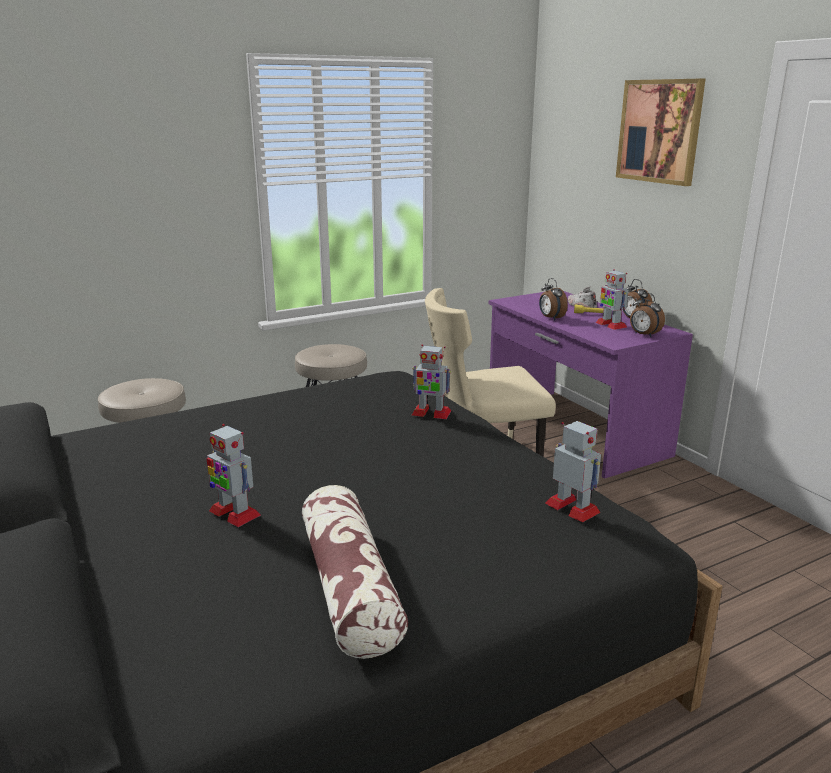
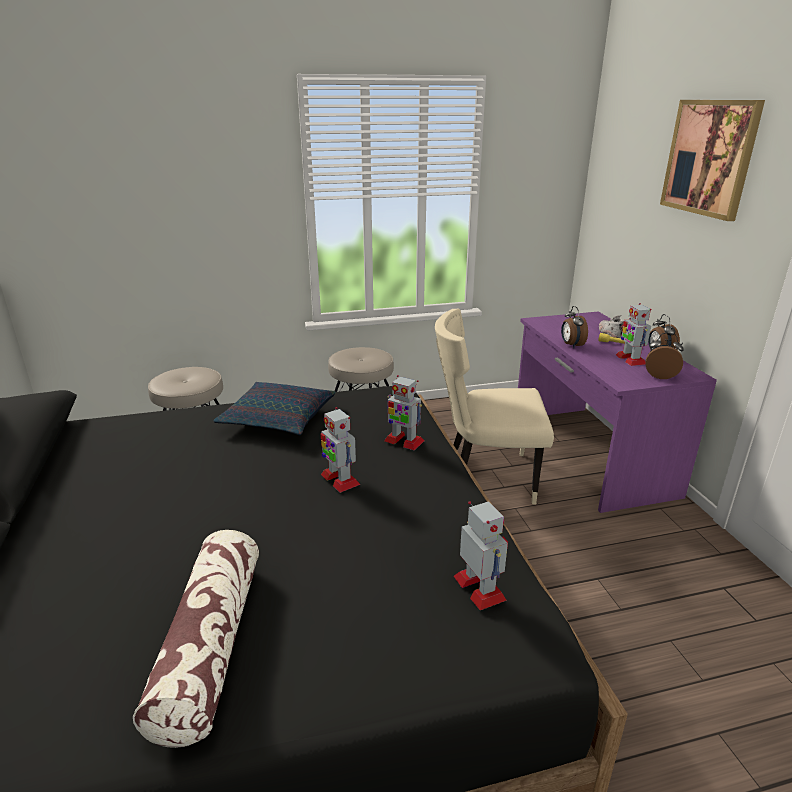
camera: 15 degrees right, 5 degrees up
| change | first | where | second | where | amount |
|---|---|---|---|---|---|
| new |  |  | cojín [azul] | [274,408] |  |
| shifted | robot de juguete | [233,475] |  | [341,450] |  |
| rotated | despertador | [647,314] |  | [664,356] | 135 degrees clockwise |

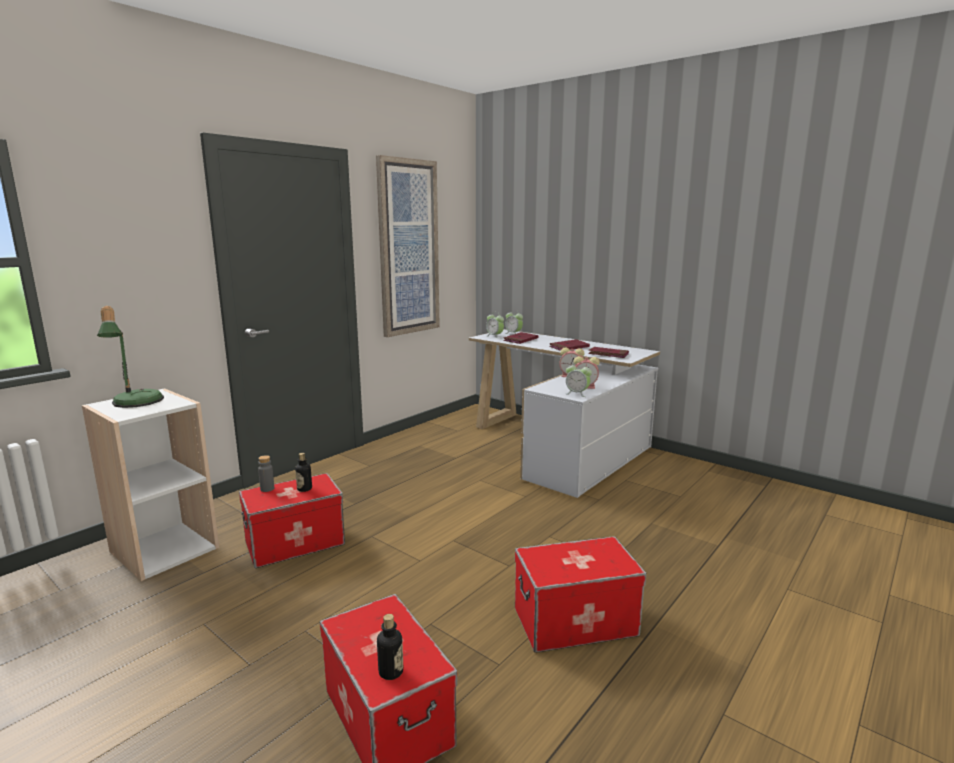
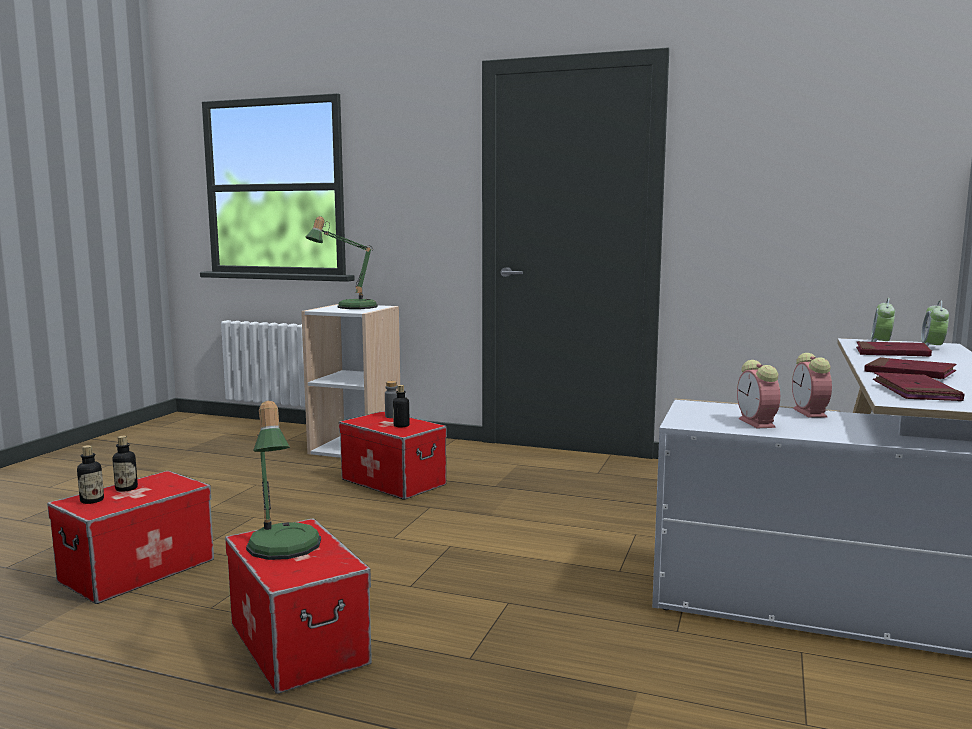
camera: 70 degrees right, 5 degrees down
| change | first | where | second | where | amount |
|---|---|---|---|---|---|
| new |  |  | botella | [125,464] |  |
| new |  |  | lámpara de mesa | [283,480] |  |
| gone | cuadro | [408,246] |  |  |  |
| gone | despertador | [579,379] |  |  |  |

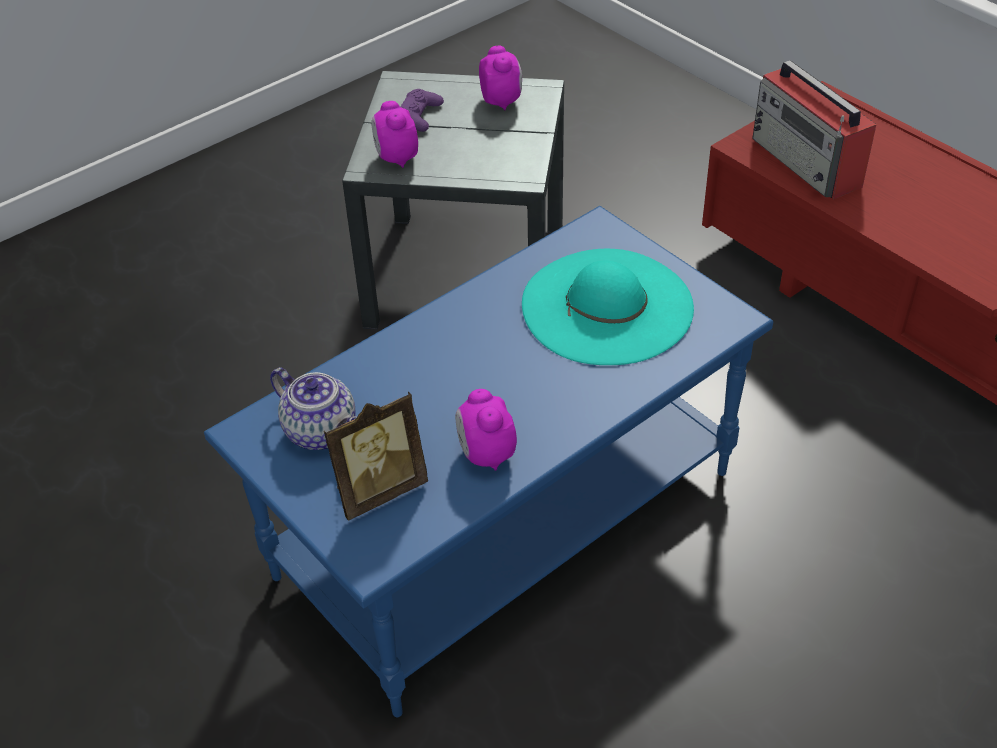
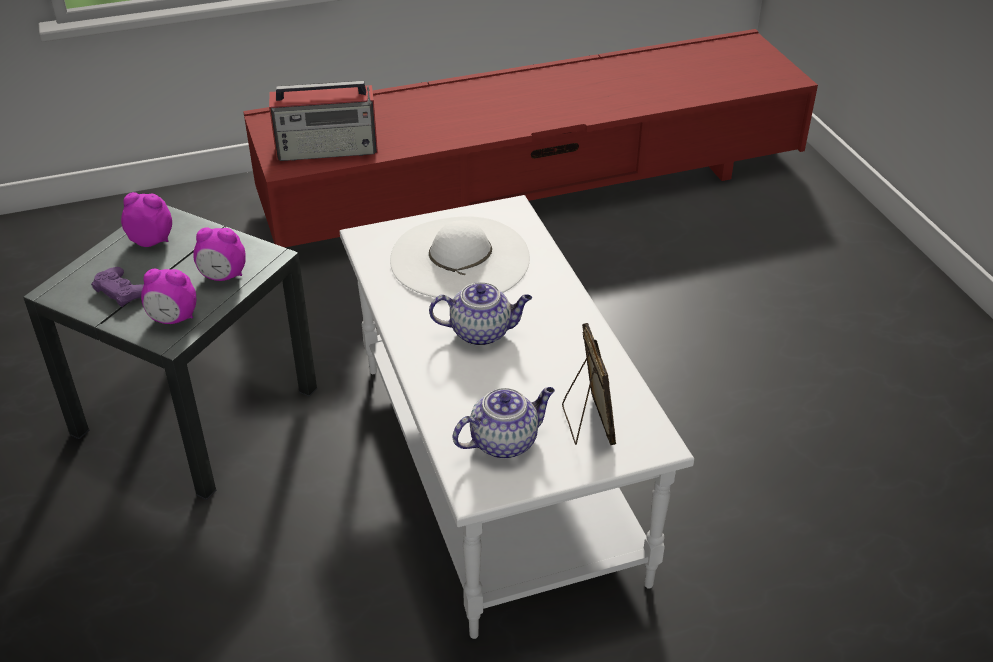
camera: 70 degrees left, 5 degrees down
| change | first | where | second | where | amount |
|---|---|---|---|---|---|
| shifted | despertador | [486,430] |  | [219,254] |  |
| repainted | mesa de centro [azul] | [488,461] | mesa de centro [blanco] | [517,417] |  |
| repainted | sombrero [turquesa] | [608,307] | sombrero [blanco] | [460,257] |  |
| new |  |  | tetera | [480,314] |  |

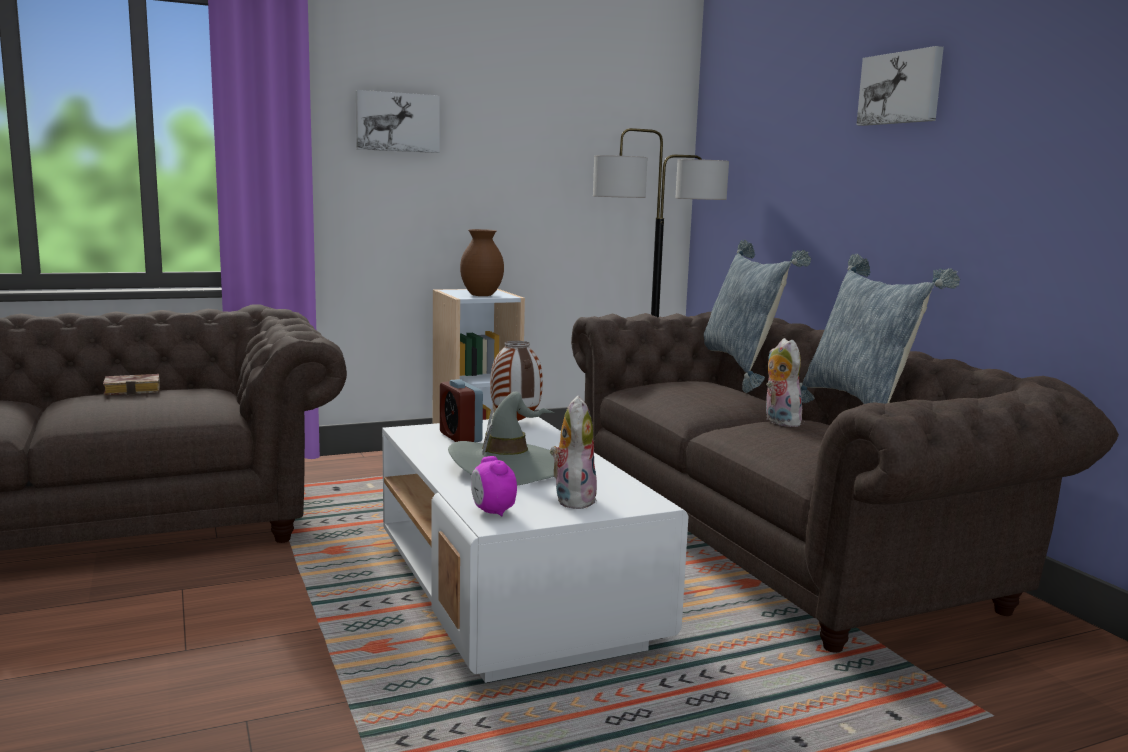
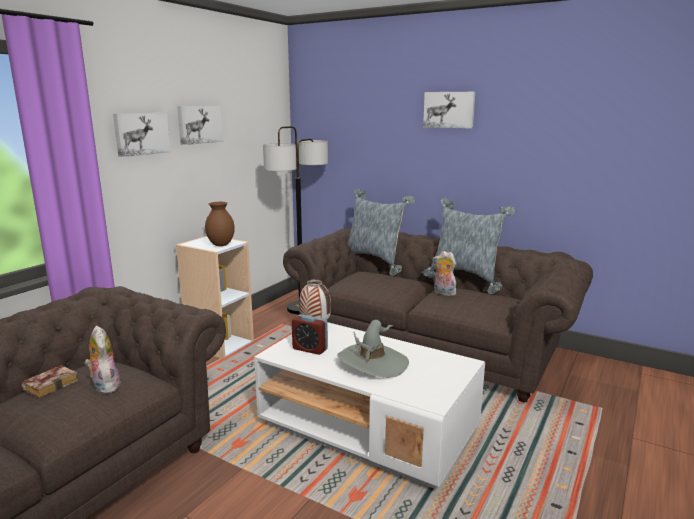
camera: 35 degrees left, 5 degrees up
| change | first | where | second | where | amount |
|---|---|---|---|---|---|
| shifted | peluche | [573,452] |  | [103,359] |  |
| new |  |  | cuadro | [200,125] |  |
| gone | despertador | [494,486] |  |  |  |

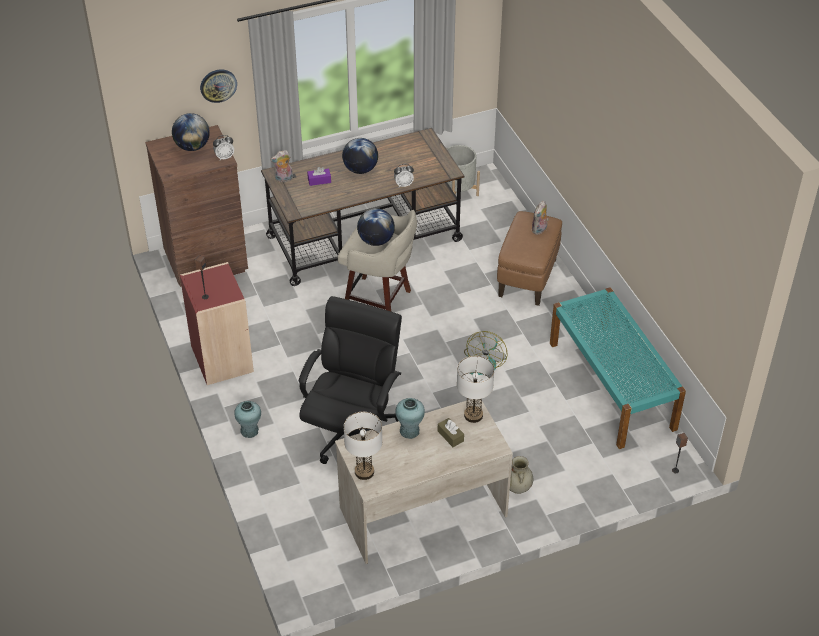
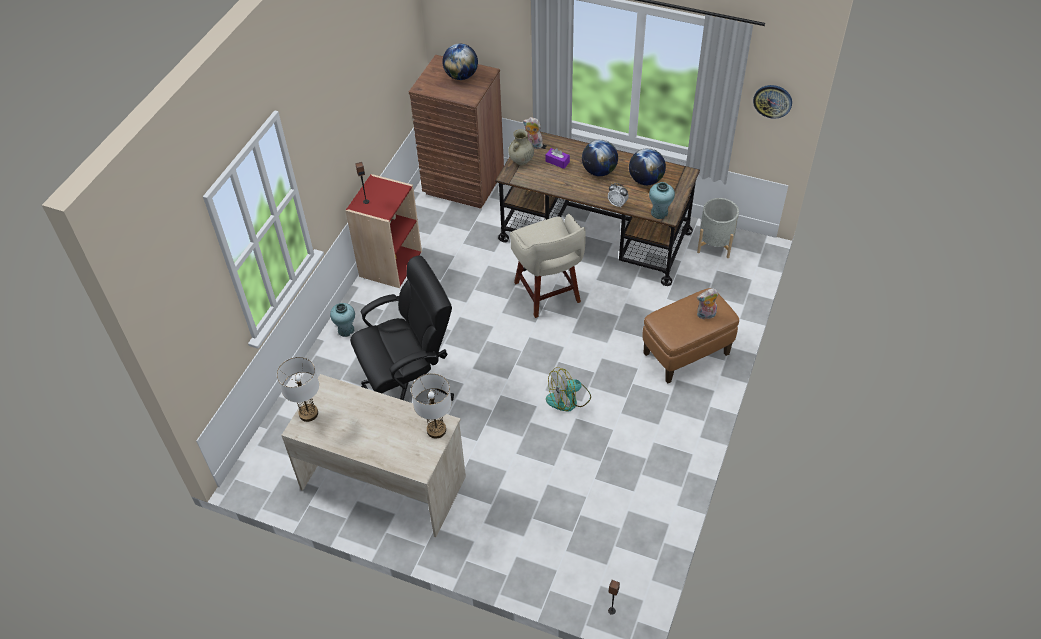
camera: 45 degrees right, 5 degrees up
| change | first | where | second | where | amount |
|---|---|---|---|---|---|
| shifted | florero [beis] | [521,475] |  | [521,147] |  |
| shifted | globo terráqueo | [376,227] |  | [647,166] |  |
| shifted | florero [turquesa] | [410,418] |  | [662,200] |  |
| shifted | reloj de pared | [218,86] |  | [772,102] |  |
| gone | despertador | [223,147] |  |  |  |
| gone | caja de pañuelos [marrón] | [451,432] |  |  |  |
| gone | banco [turquesa] | [618,368] |  |  |  |

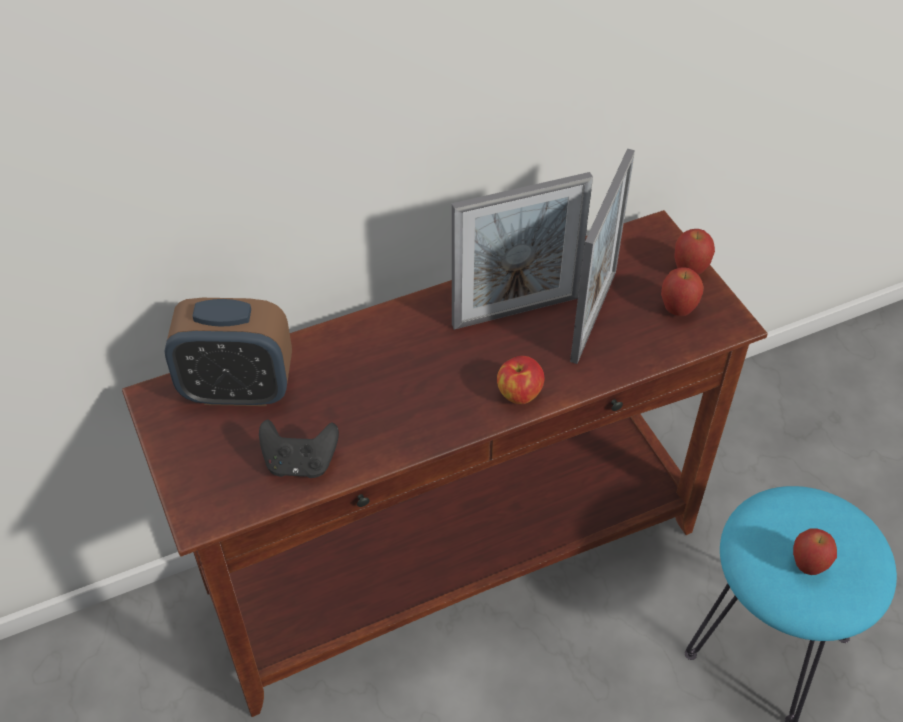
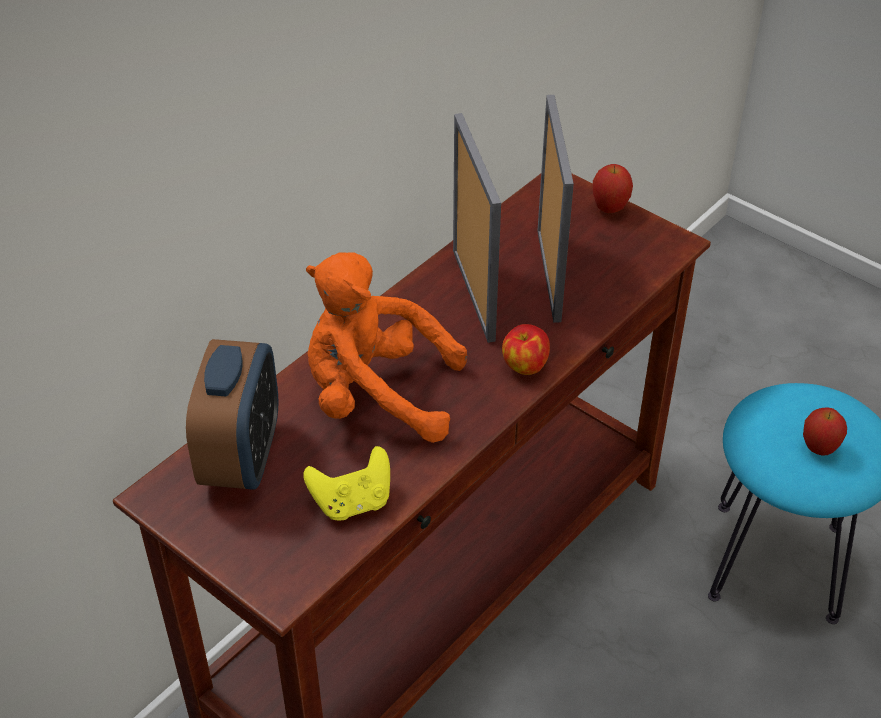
camera: 25 degrees left, 5 degrees down
| change | first | where | second | where | amount |
|---|---|---|---|---|---|
| rotated | despertador | [228,352] |  | [232,414] | 60 degrees counterclockwise |
| repainted | mando de consola [negro] | [299,448] | mando de consola [amarillo] | [346,483] |  |
| new |  |  | peluche [naranja] | [386,347] |  |
| rotated | portarretratos | [522,251] |  | [477,228] | 60 degrees counterclockwise |
| gone | manzana | [682,291] |  |  |  |

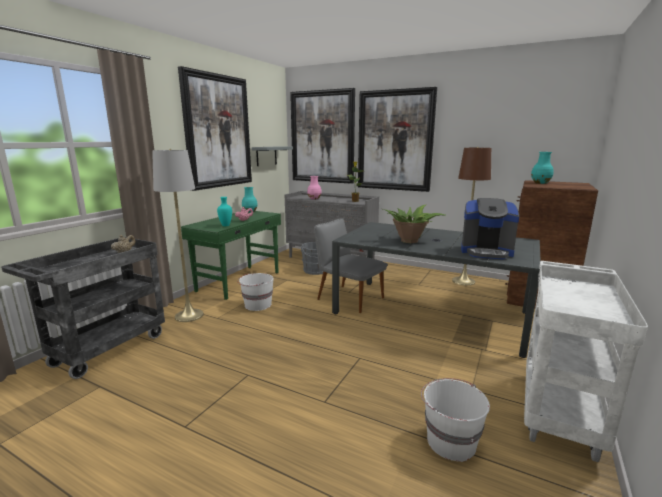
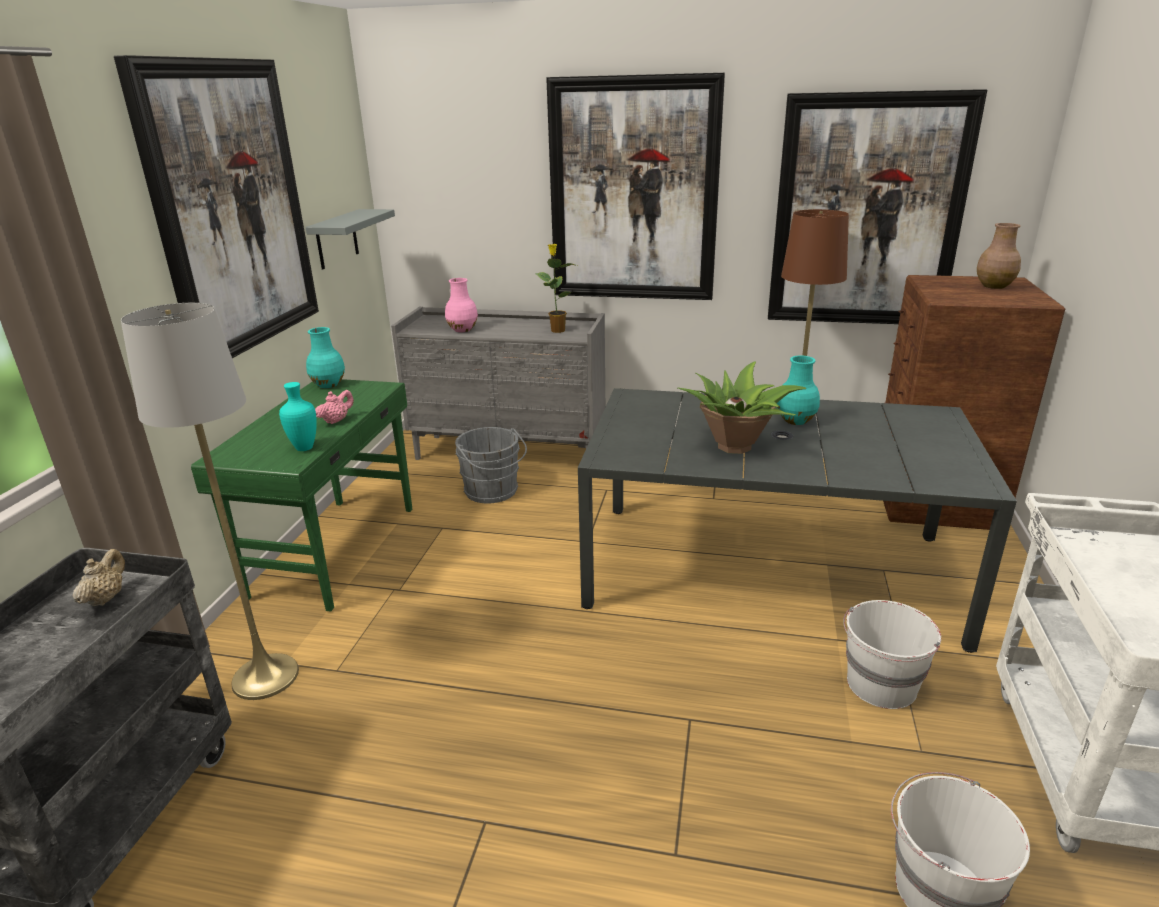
camera: 15 degrees left, 10 degrees up
| change | first | where | second | where | amount |
|---|---|---|---|---|---|
| shifted | cuadro | [322,136] |  | [877,206] |  |
| shifted | florero [turquesa] | [542,168] |  | [798,390] |  |
| shifted | cubo [blanco] | [255,292] |  | [892,654] |  |
| new |  |  | florero [marrón] | [999,256] |  |
| gone | silla [gris] | [351,265] |  |  |  |
| gone | cafetera | [490,228] |  |  |  |

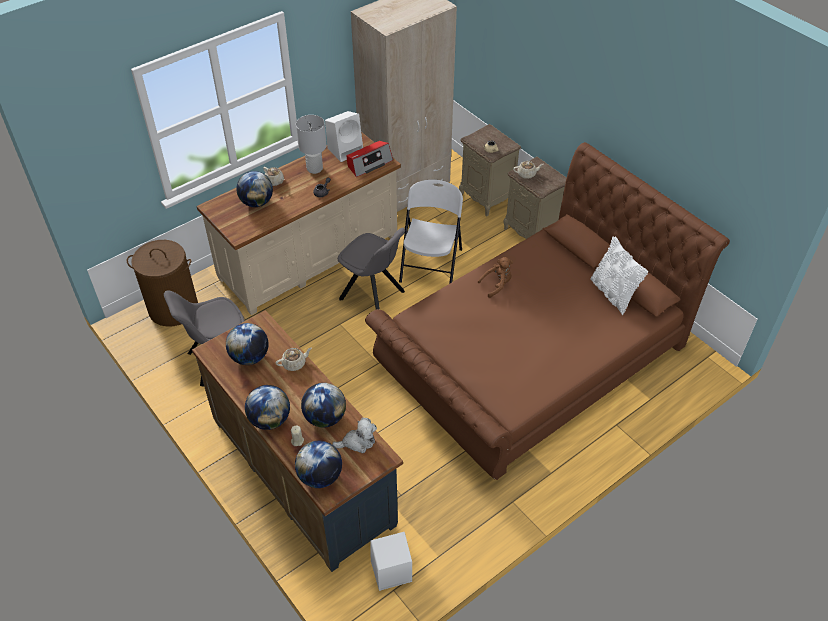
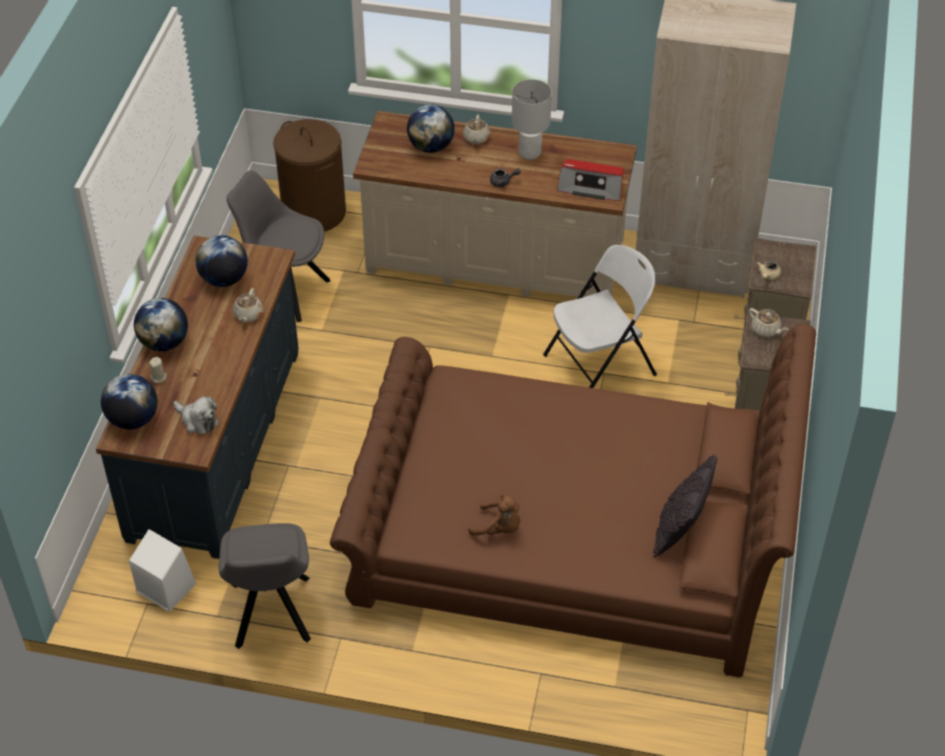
camera: 50 degrees right, 0 degrees up
| change | first | where | second | where | amount |
|---|---|---|---|---|---|
| shifted | silla [gris] | [371,269] |  | [264,586] |  |
| rotated | tetera [beis] | [293,359] |  | [248,305] | 75 degrees clockwise |
| shifted | peluche [marrón] | [495,277] |  | [494,514] |  |
| repainted | cojín [blanco] | [619,275] | cojín [negro] | [685,506] |  |
| gone | globo terráqueo | [323,405] |  |  |  |
| gone | altavoz [blanco] | [344,136] |  |  |  |

